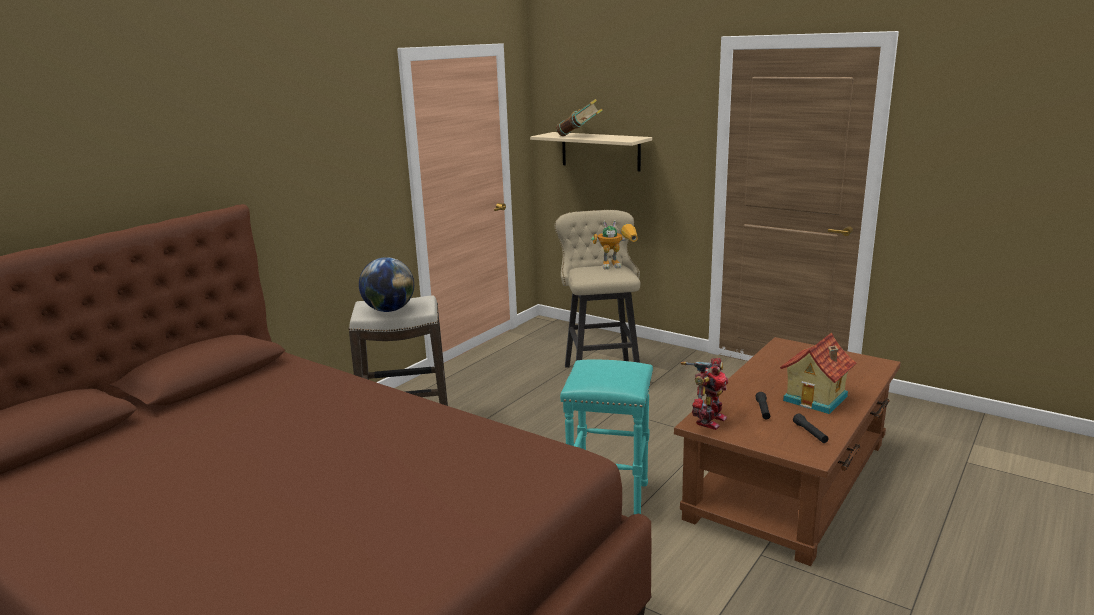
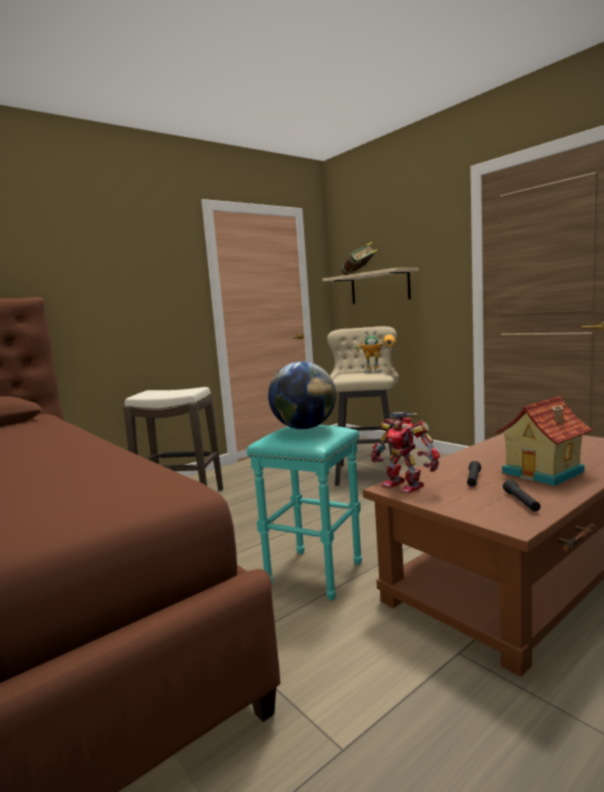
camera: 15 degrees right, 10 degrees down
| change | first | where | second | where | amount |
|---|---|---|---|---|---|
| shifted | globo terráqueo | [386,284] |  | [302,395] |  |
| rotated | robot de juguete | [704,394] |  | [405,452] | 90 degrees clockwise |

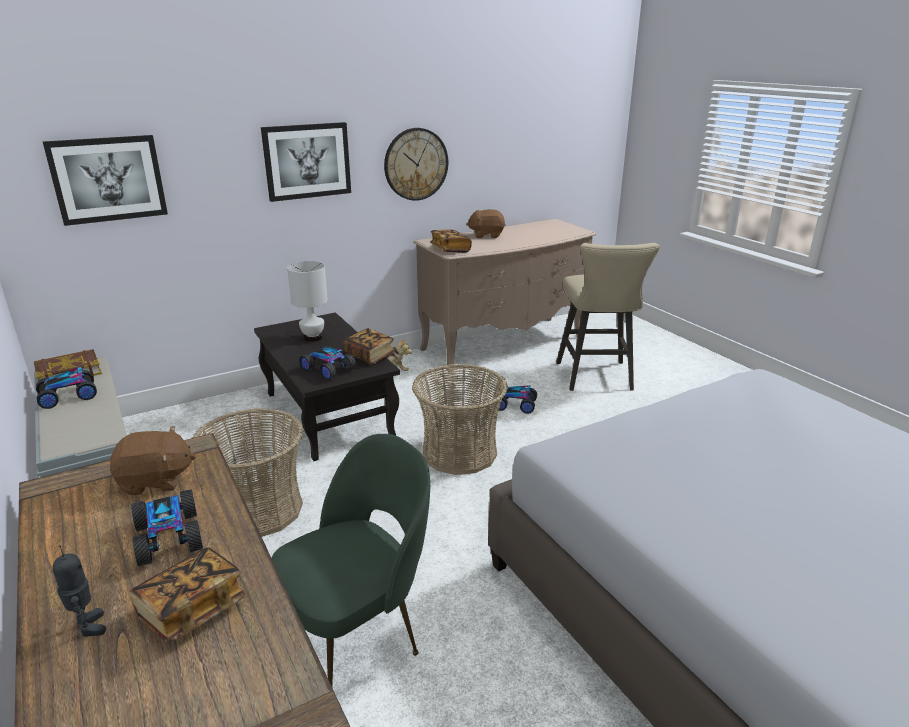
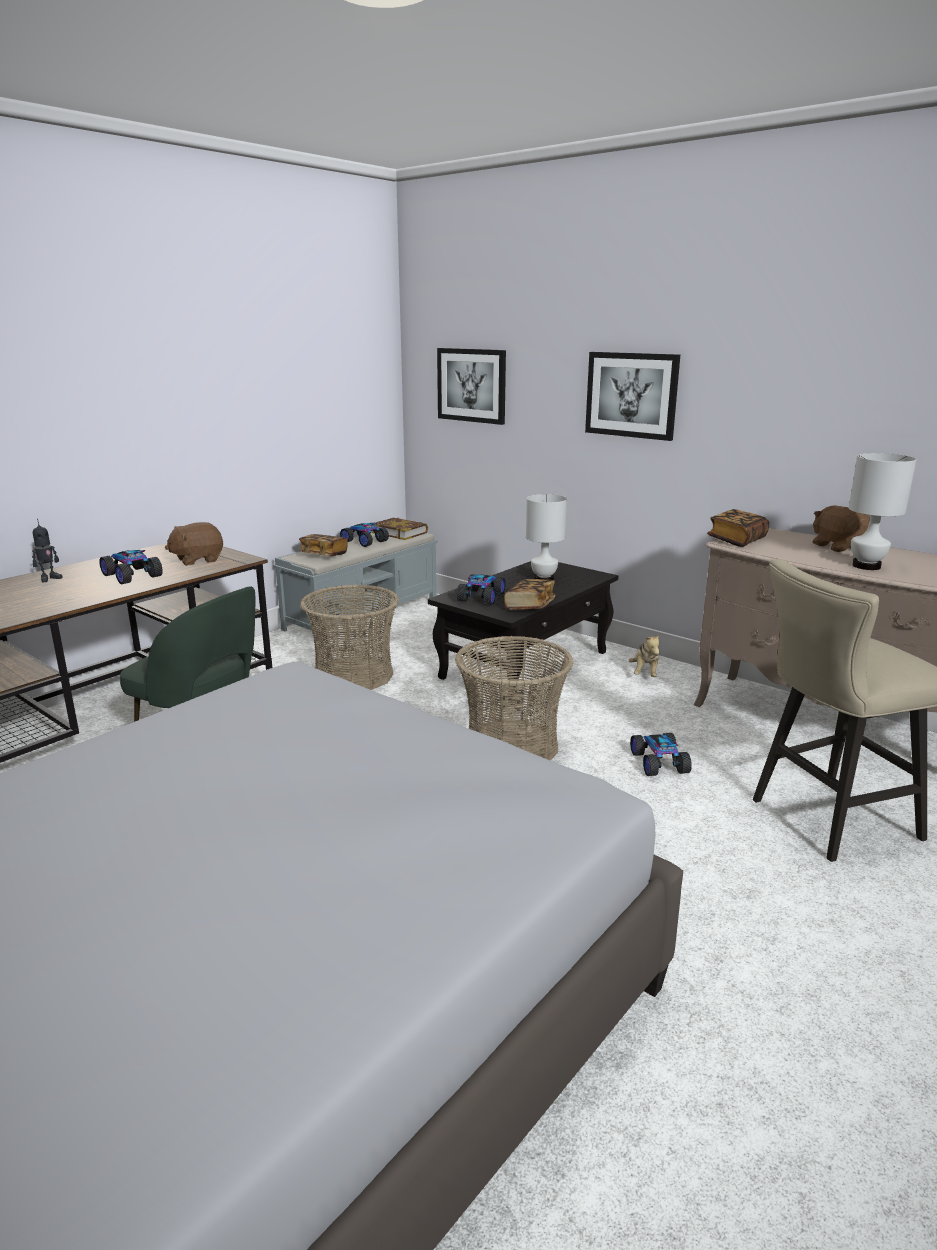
camera: 70 degrees right, 5 degrees down
| change | first | where | second | where | amount |
|---|---|---|---|---|---|
| rotated | coche de juguete | [167,528] |  | [131,567] | 90 degrees counterclockwise |
| rotated | peluche [marrón] | [153,461] |  | [194,544] | 90 degrees clockwise |
| shifted | libro | [187,595] |  | [323,545] |  |
| new |  |  | lámpara de mesa [blanco] | [883,511] |  |
| gone | reloj de pared | [416,164] |  |  |  |

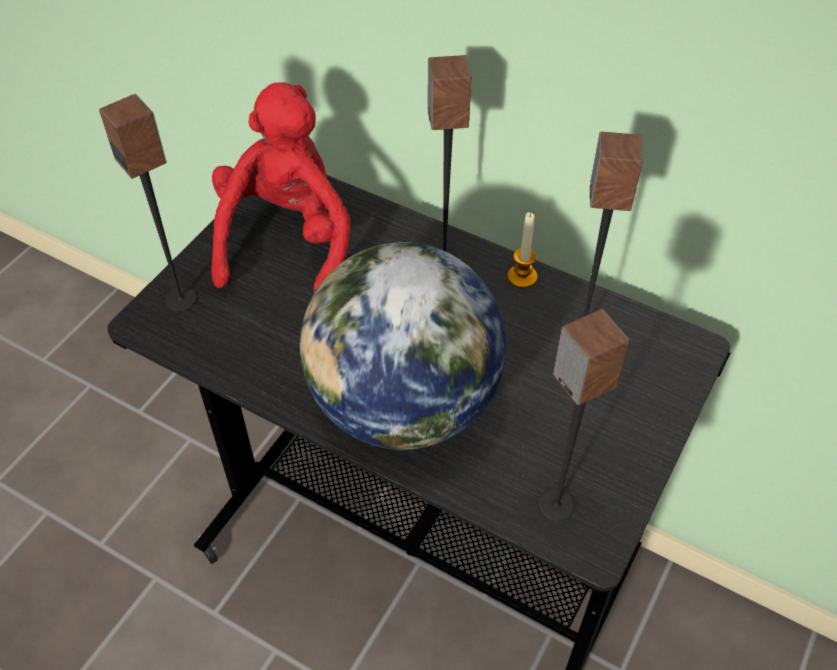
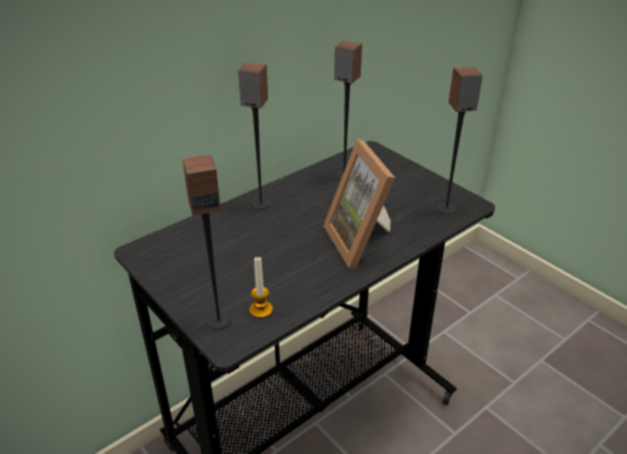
camera: 70 degrees left, 15 degrees down
| change | first | where | second | where | amount |
|---|---|---|---|---|---|
| shifted | vela | [522,250] |  | [261,287] |  |
| swapped | globo terráqueo | [403,346] | portarretratos | [359,204] |  |
| gone | peluche [rojo] | [281,188] |  |  |  |

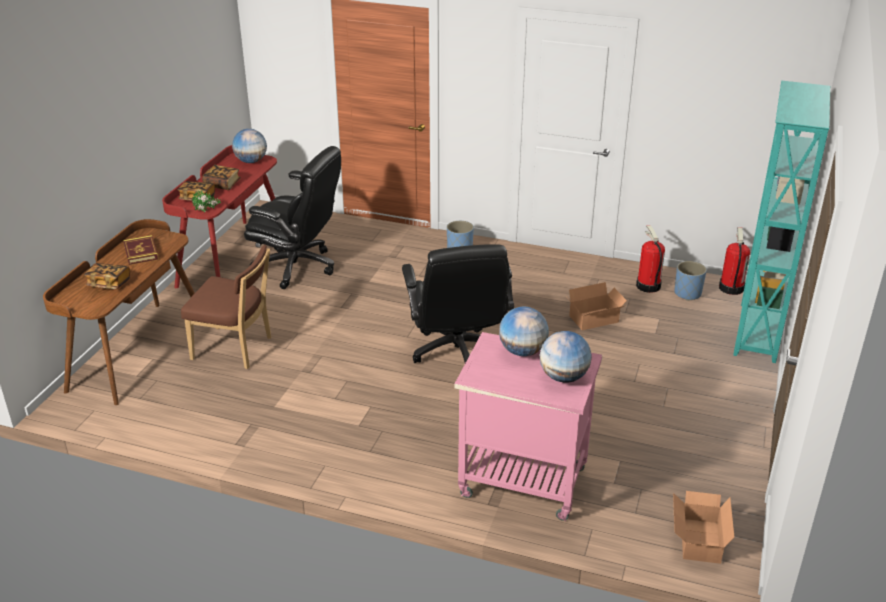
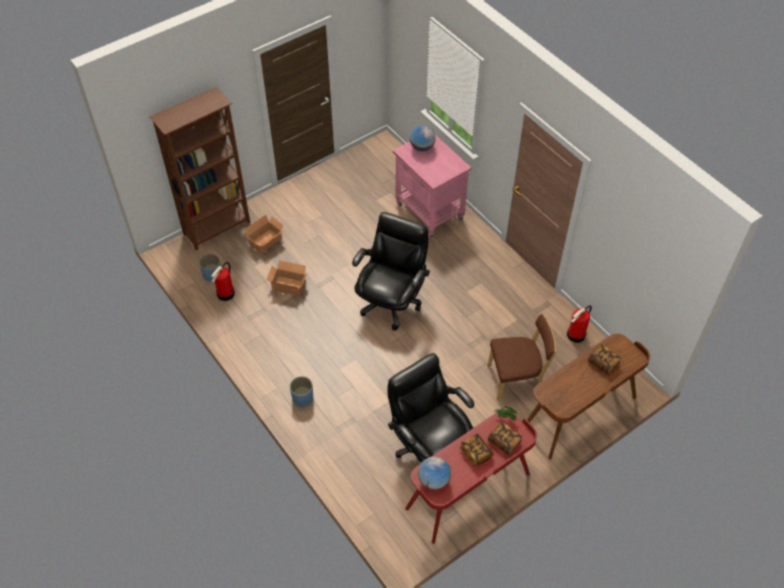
camera: 145 degrees left, 20 degrees up
| change | first | where | second | where | amount |
|---|---|---|---|---|---|
| repainted | estantería [turquesa] | [781,222] | estantería [marrón] | [200,169] |  |
| shifted | caja de cartón | [703,527] |  | [264,234] |  |
| rotated | silla [marrón] | [226,307] |  | [522,357] | 120 degrees clockwise |
| shifted | extintor | [734,261] |  | [579,324] |  |
| gone | libro | [140,250] |  |  |  |
| gone | globo terráqueo | [524,331] |  |  |  |

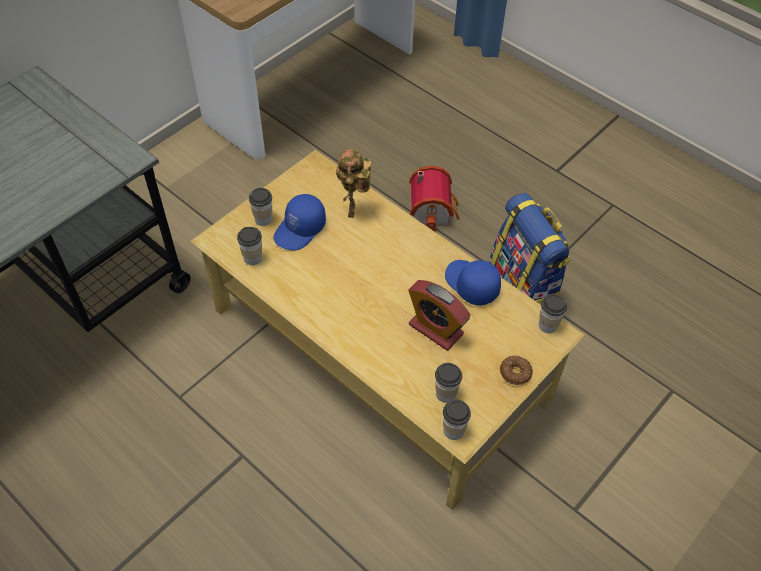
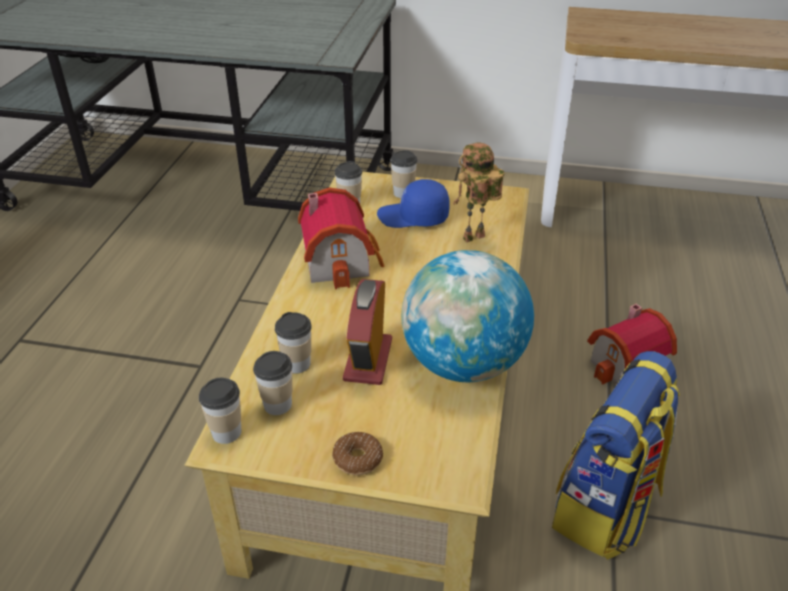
camera: 60 degrees right, 15 degrees down
| change | first | where | second | where | amount |
|---|---|---|---|---|---|
| shifted | taza | [553,313] |  | [293,343] |  |
| new |  |  | casita | [341,238] |  |
| swapped | gorra [azul] | [473,283] | globo terráqueo | [467,316] |  |

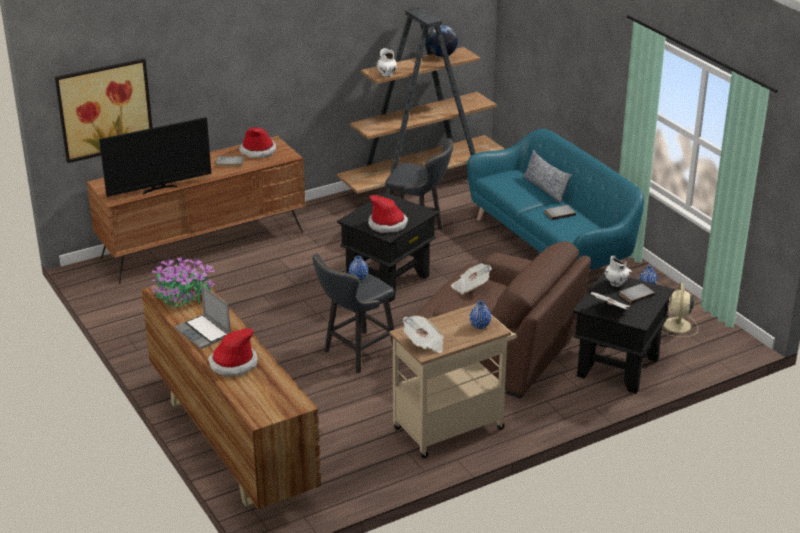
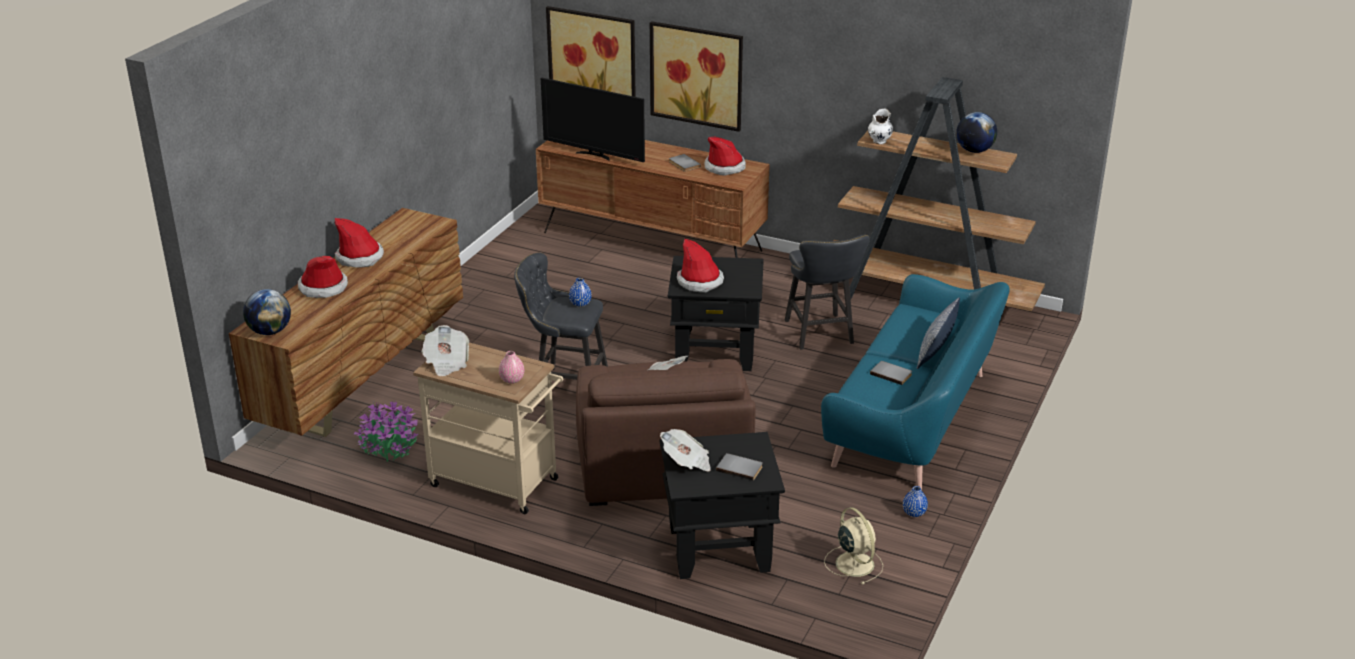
camera: 55 degrees right, 0 degrees up
| change | first | where | second | where | amount |
|---|---|---|---|---|---|
| new |  |  | globo terráqueo | [267,312] |  |
| swapped | portátil | [202,317] | sombrero | [359,242] |  |
| shifted | planta en maceta | [182,280] |  | [386,431] |  |
| repainted | florero [azul] | [480,315] | florero [rosa] | [511,367] |  |
| new |  |  | cuadro | [696,76] |  |
| rotated | ventilador [beis] | [680,310] |  | [853,546] | 90 degrees clockwise |
| gone | florero [blanco] | [617,271] |  |  |  |

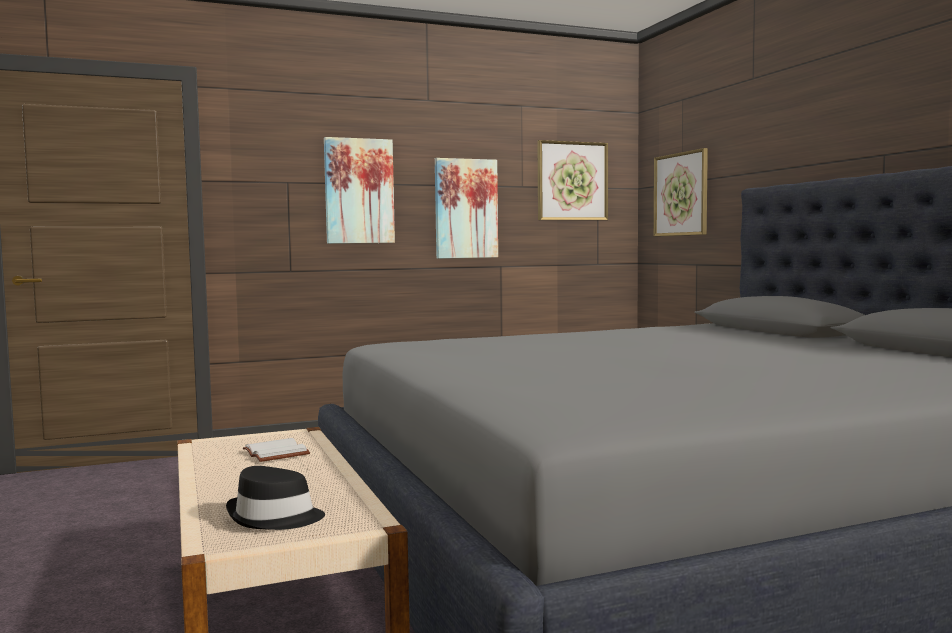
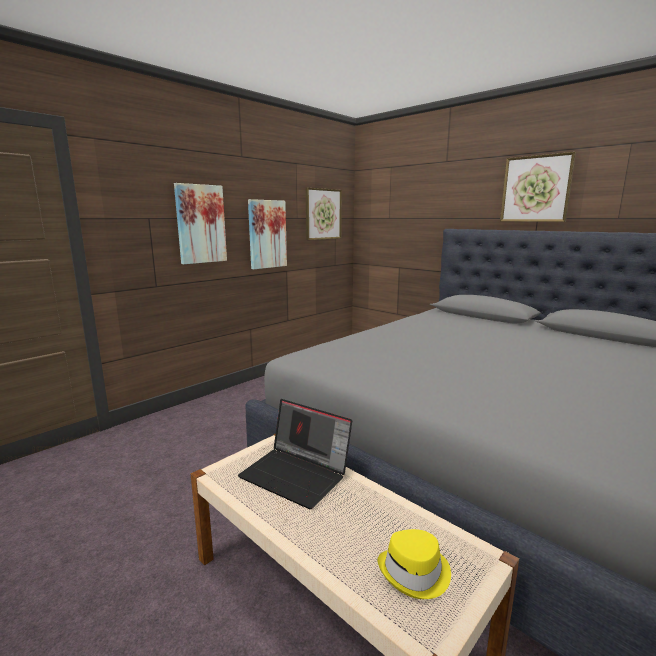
camera: 25 degrees left, 10 degrees up
| change | first | where | second | where | amount |
|---|---|---|---|---|---|
| swapped | libro [blanco] | [276,450] | portátil | [295,454] |  |
| repainted | sombrero [negro] | [275,498] | sombrero [amarillo] | [414,564] |  |
| shifted | cuadro | [681,192] |  | [538,187] |  |

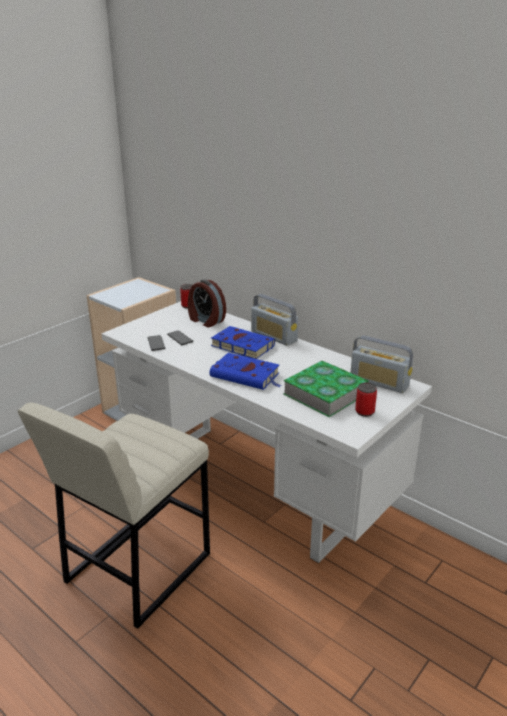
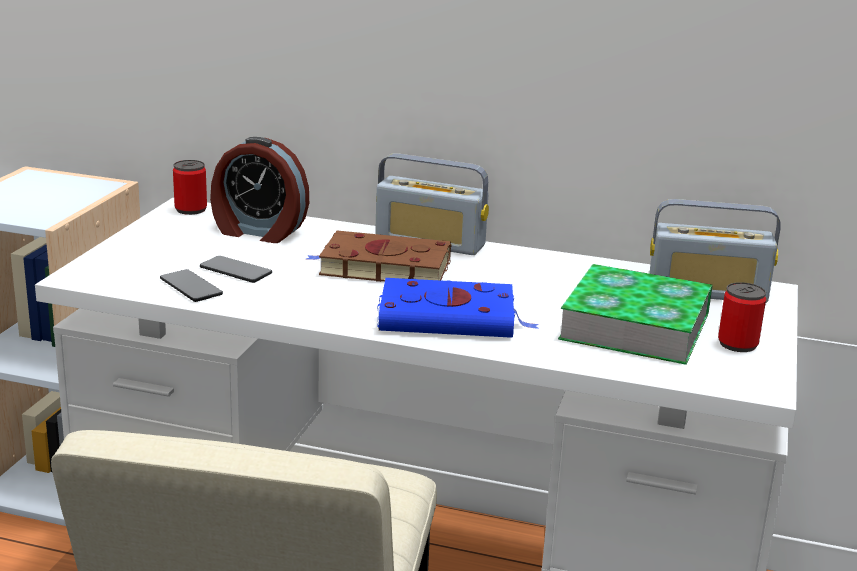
camera: 25 degrees left, 5 degrees down
| change | first | where | second | where | amount |
|---|---|---|---|---|---|
| repainted | libro [azul] | [243,342] | libro [marrón] | [379,256] |  |

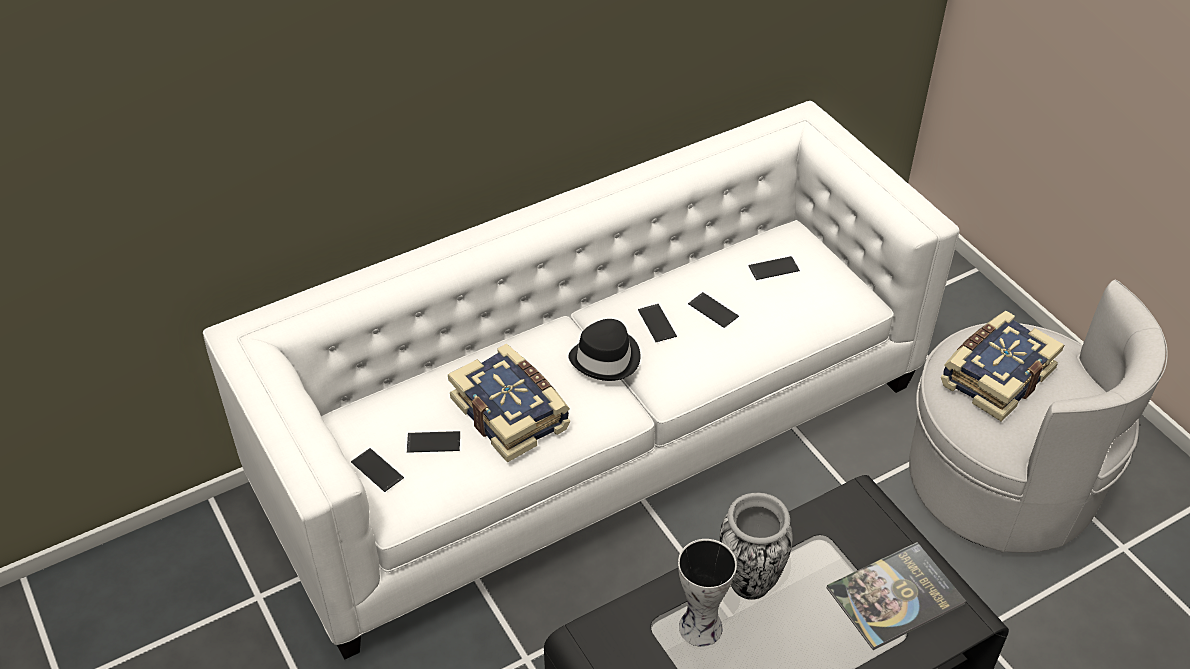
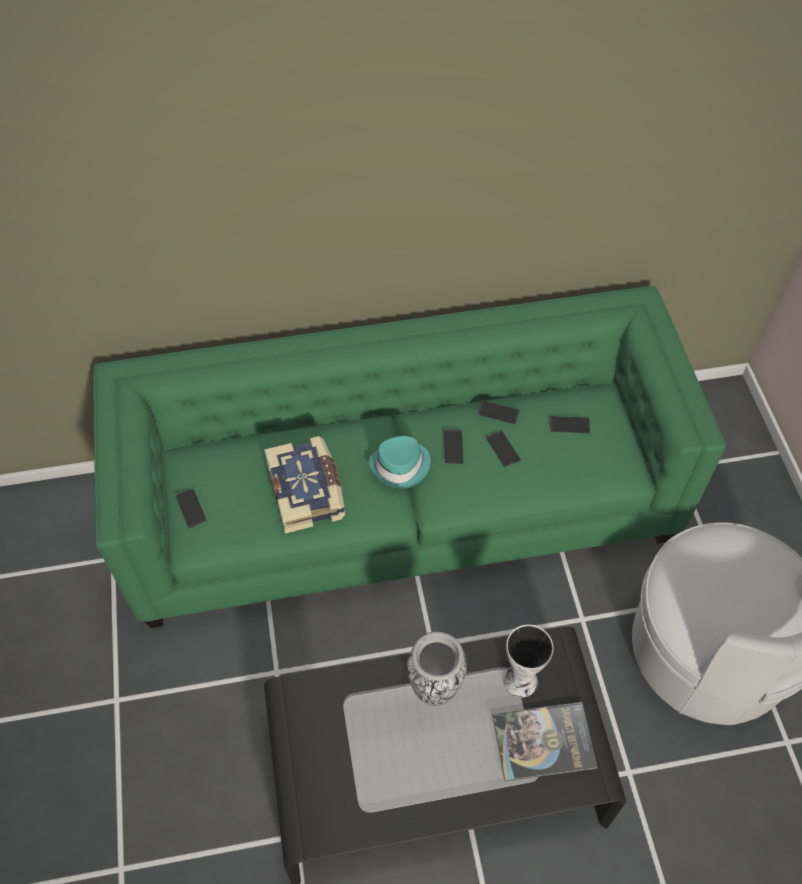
camera: 20 degrees right, 10 degrees up
| change | first | where | second | where | amount |
|---|---|---|---|---|---|
| repainted | sofá [blanco] | [581,380] | sofá [verde] | [409,457] |  |
| repainted | sombrero [negro] | [605,350] | sombrero [turquesa] | [399,462] |  |
| shifted | móvil | [433,442] |  | [498,412] |  |
| shifted | florero | [707,593] |  | [528,661] |  |
| gone | libro | [1002,366] |  |  |  |

